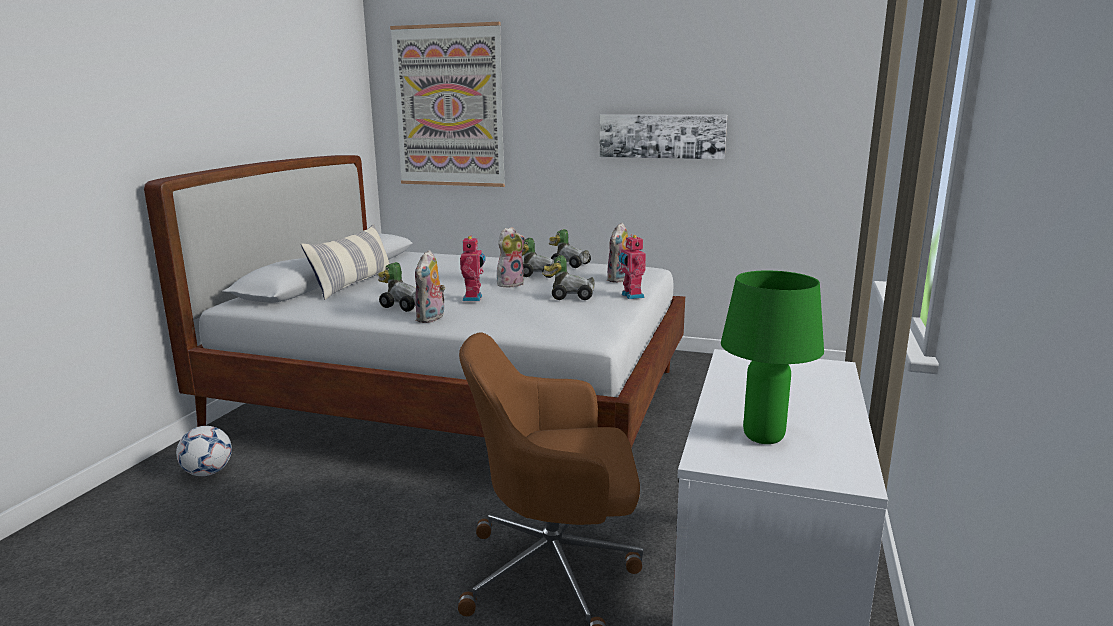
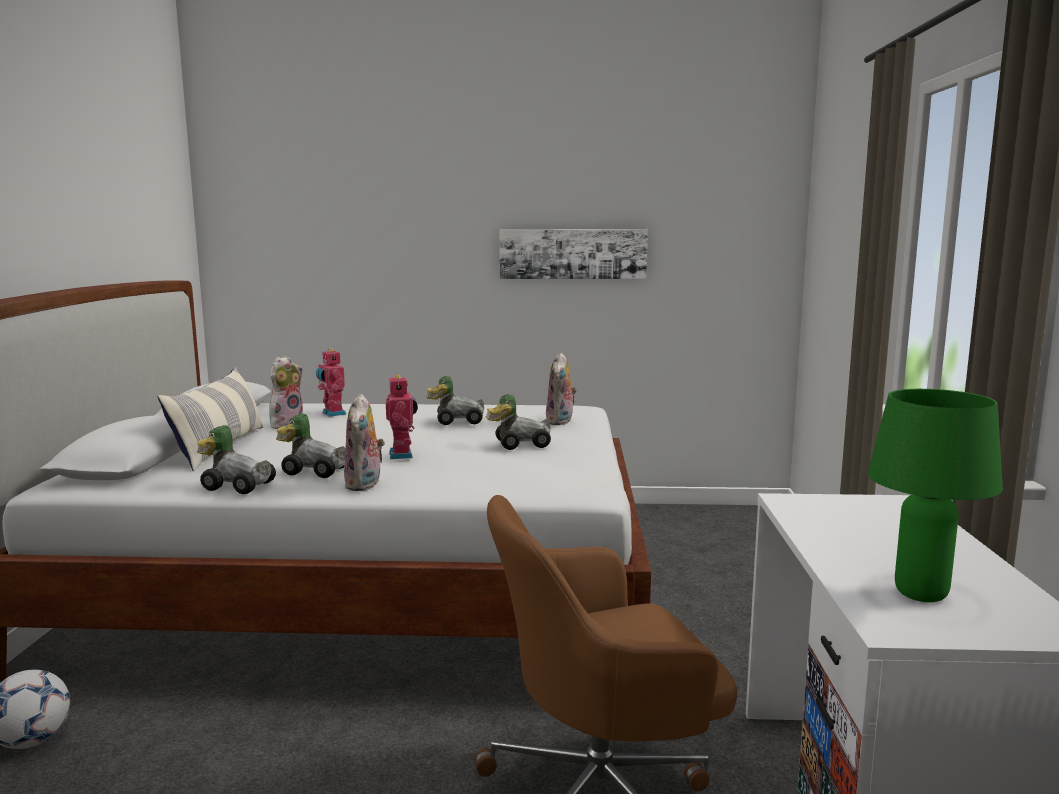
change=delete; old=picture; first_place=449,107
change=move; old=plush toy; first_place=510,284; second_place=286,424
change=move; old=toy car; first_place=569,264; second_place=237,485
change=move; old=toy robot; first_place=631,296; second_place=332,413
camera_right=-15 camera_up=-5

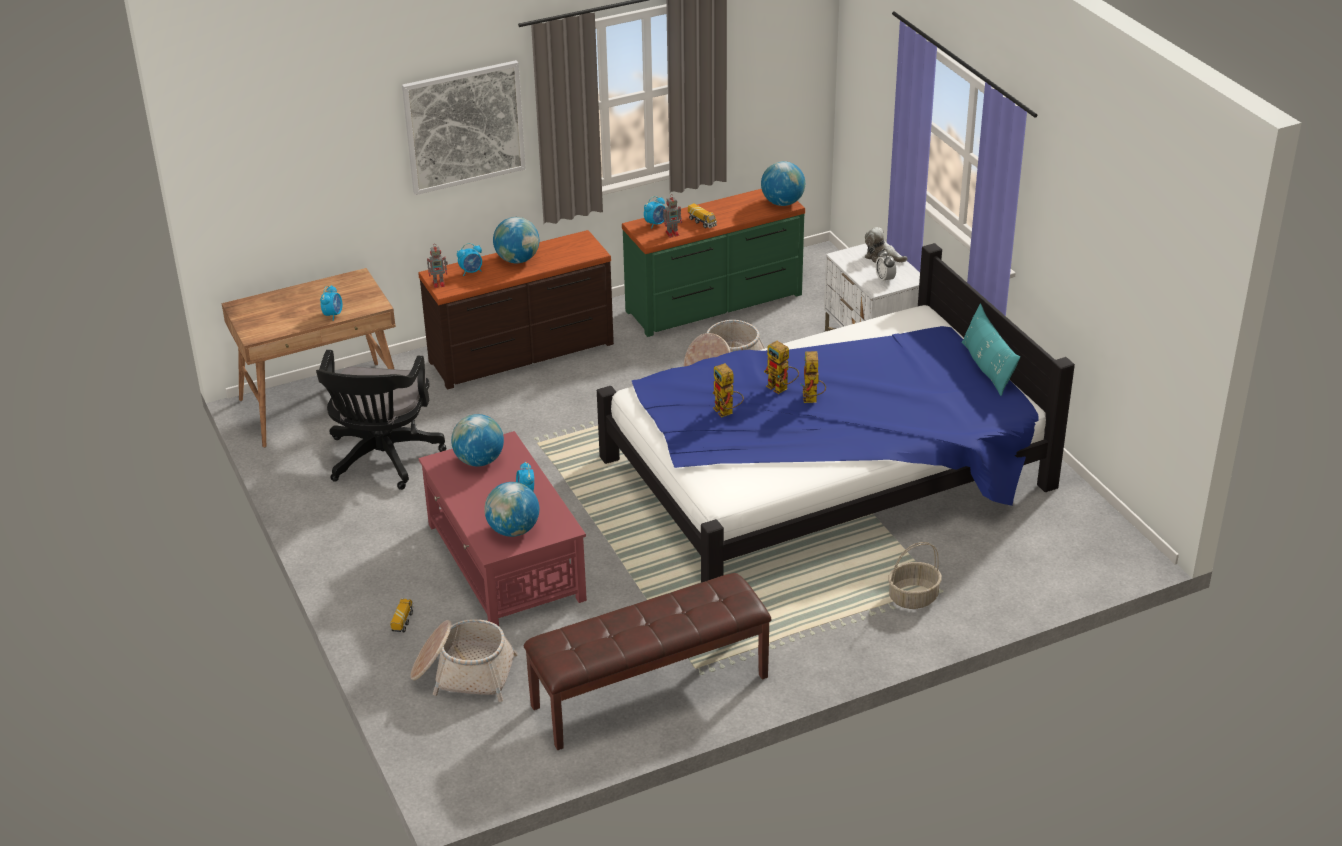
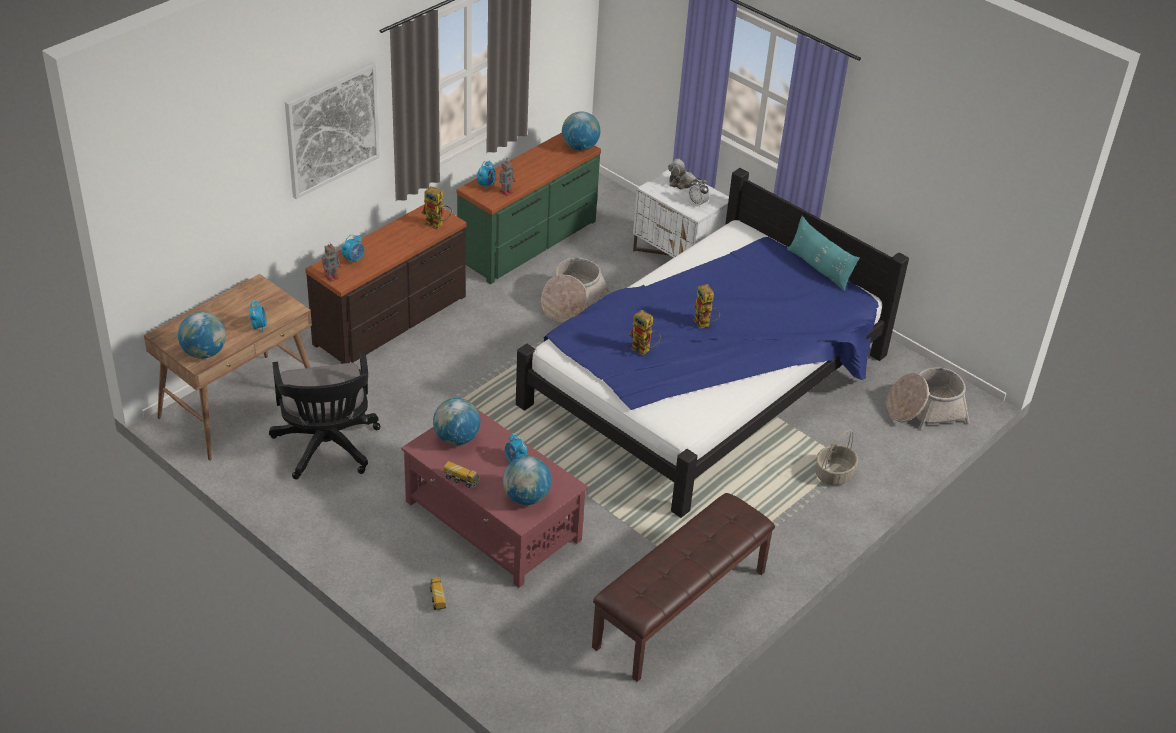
change=move; old=toy truck; first_place=702,222; second_place=461,480
change=move; old=globe; first_place=517,260; second_place=204,352
change=move; old=toy robot; first_place=781,389; second_place=438,225
change=move; old=basket; first_place=463,673; second_place=925,410
camera_right=-25 camera_up=5

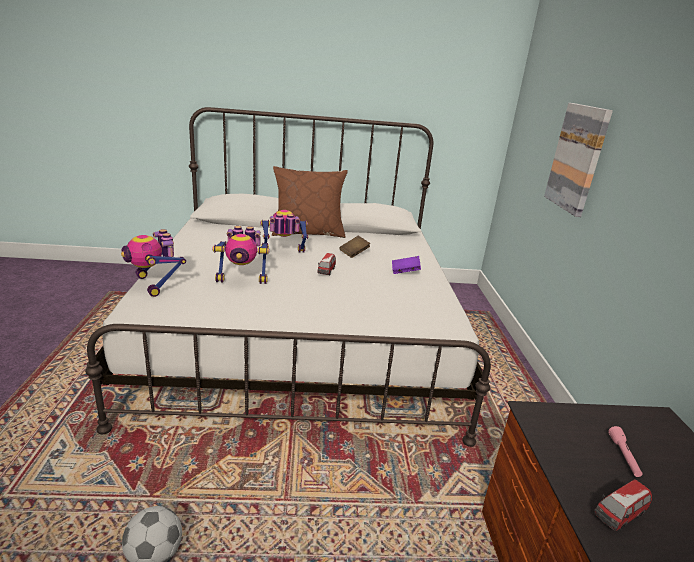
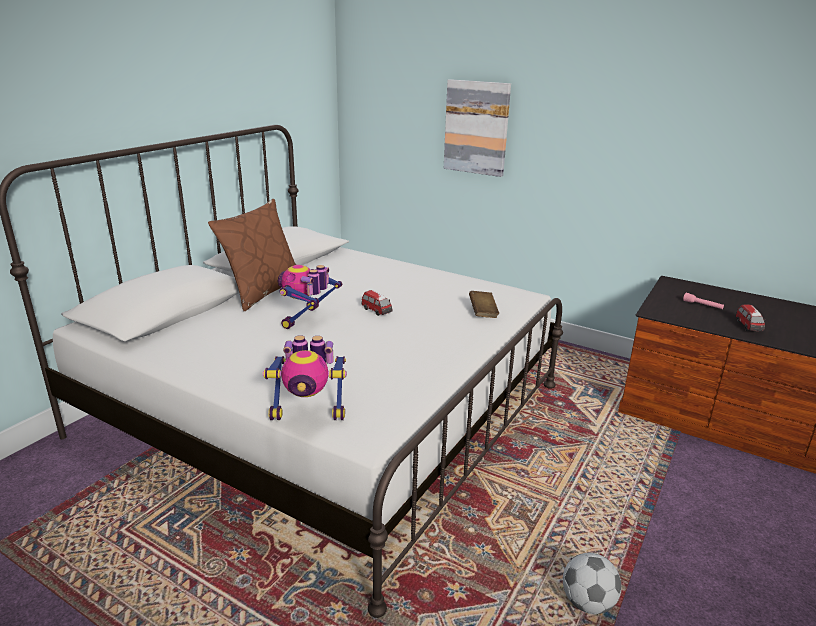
change=delete; old=toy robot; first_place=242,279
change=move; old=brown book; first_place=354,253; second_place=483,312
change=delete; old=purple book; first_place=405,271
camera_right=-55 camera_up=0

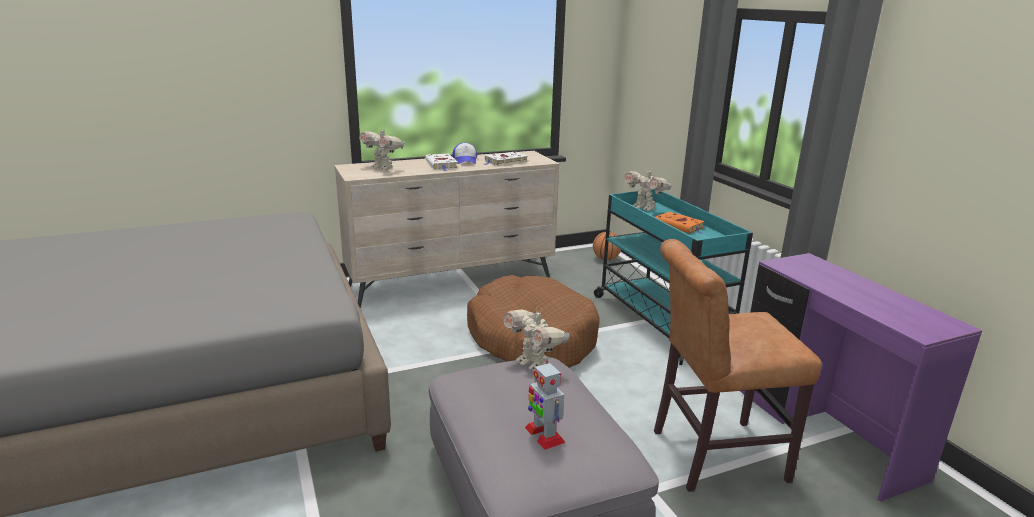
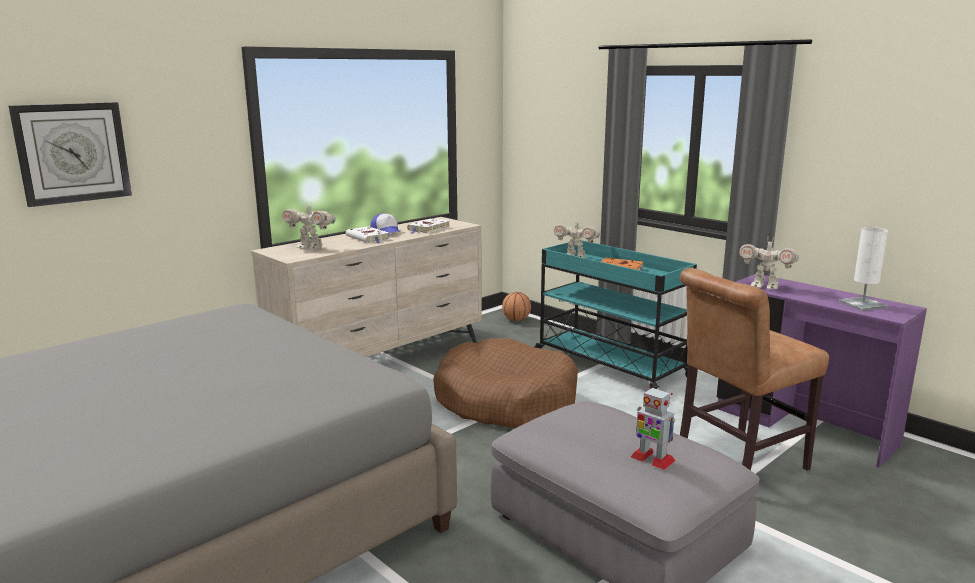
change=move; old=toy robot; first_place=534,364; second_place=764,286
change=insert; new=wall clock; second_place=72,153
change=insert; new=white table lamp; second_place=863,304
camera_right=-20 camera_up=-5

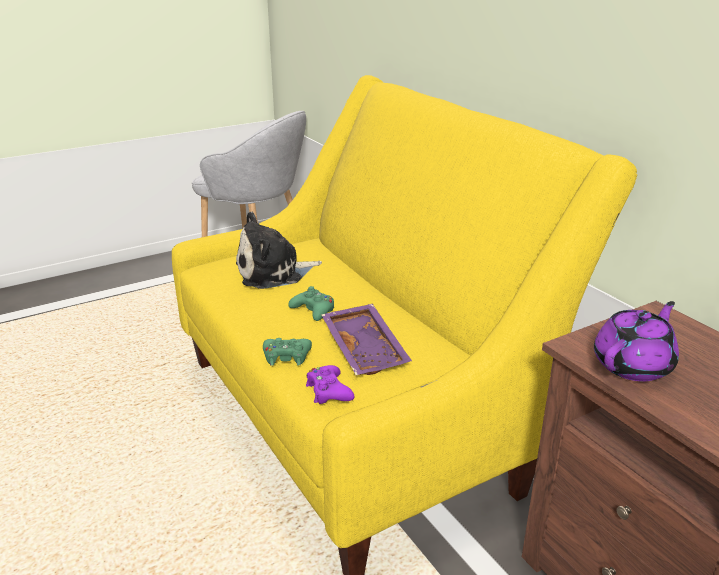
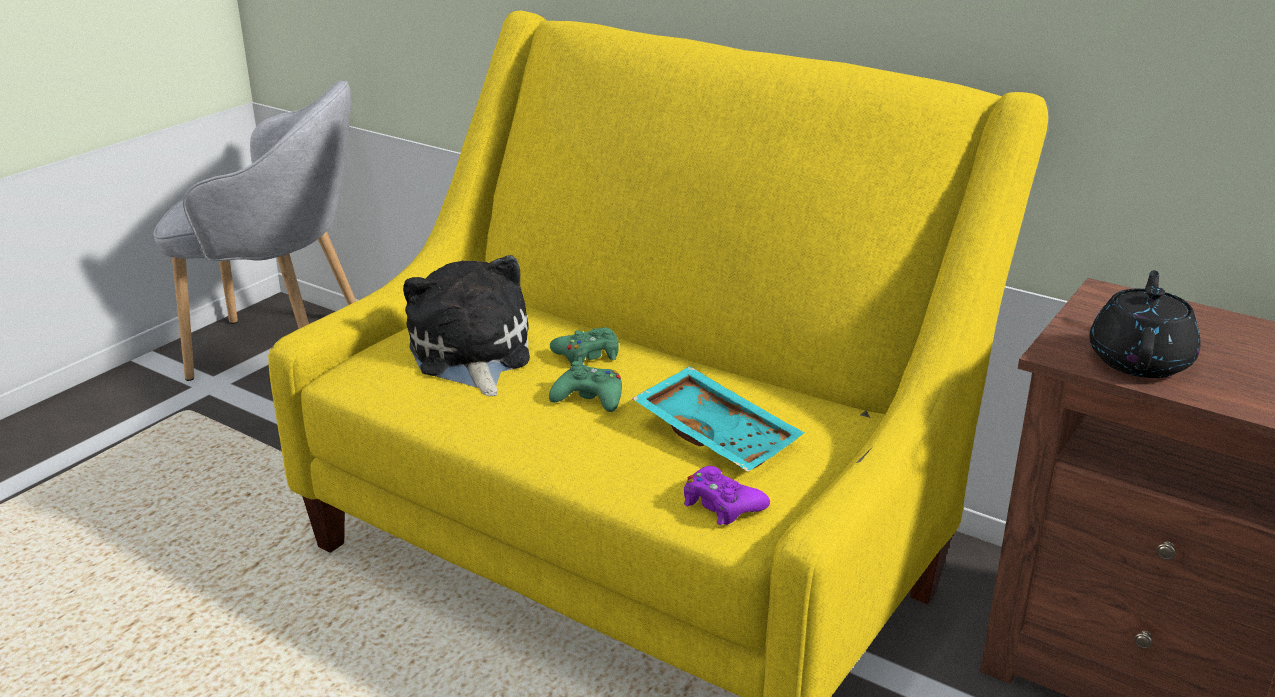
change=rotate; old=plush toy; first_place=274,272; second_place=471,356; degrees=120
change=recolor; old=purple teapot; new=black teapot; first_place=633,365; second_place=1140,360
change=recolor; old=purple tray; new=turquoise tray; first_place=366,349; second_place=718,434
change=move; old=green game controller; first_place=286,356; second_place=588,355
camera_right=-25 camera_up=0

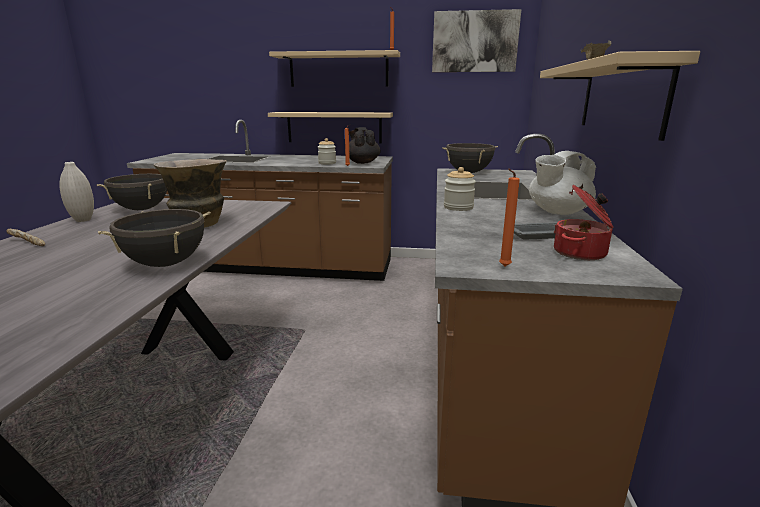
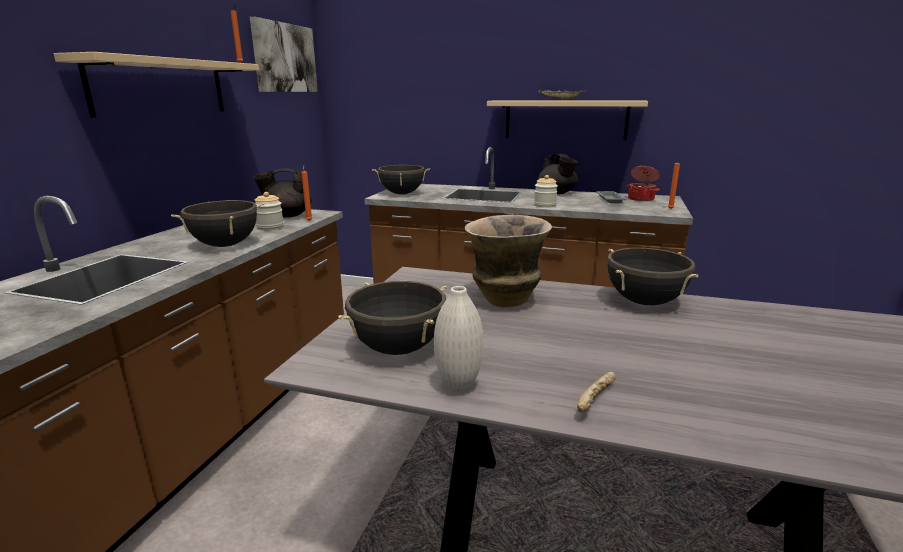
change=delete; old=beige shelf; first_place=334,127
change=recolor; old=white teapot; new=black teapot; first_place=557,212; second_place=557,193
change=insert; new=black cooking pot; second_place=225,245
camera_right=-80 camera_up=0

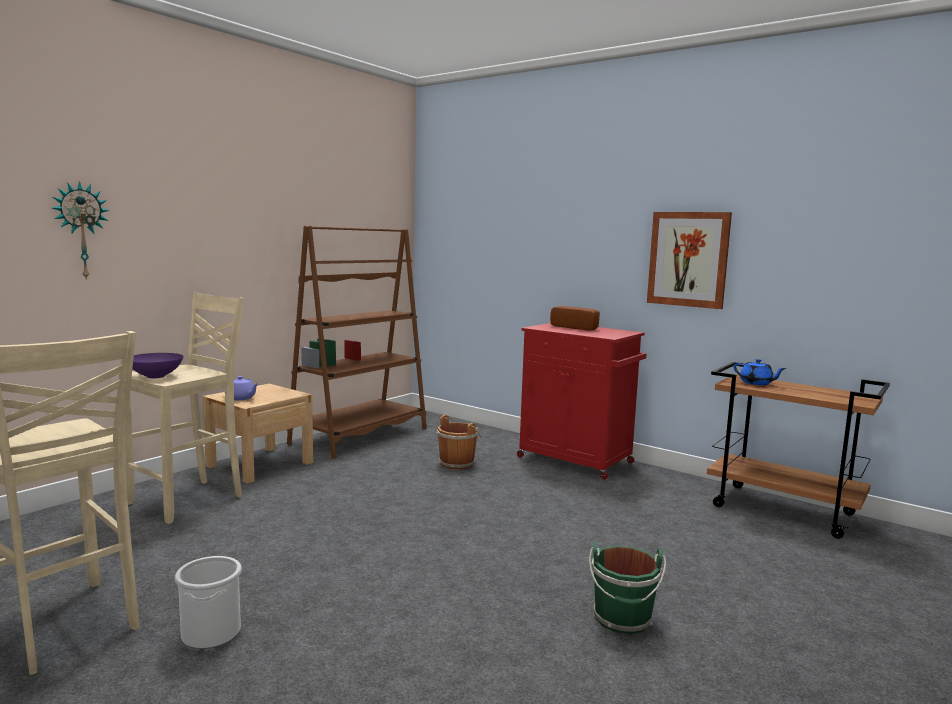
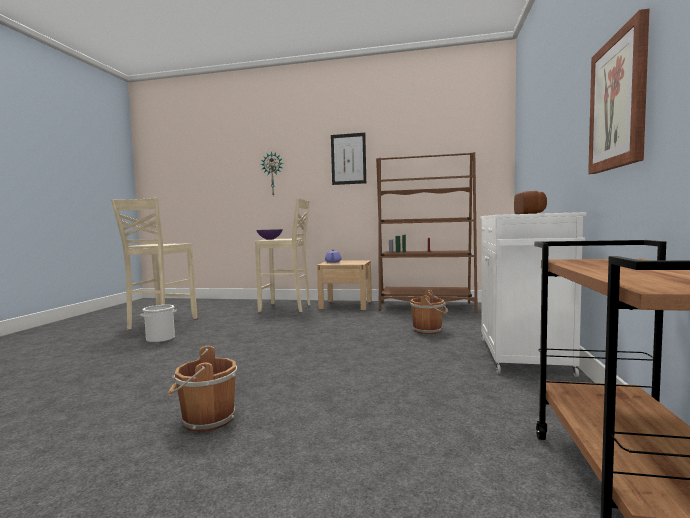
change=recolor; old=red cabinet; new=white cabinet; first_place=577,460; second_place=524,357
change=delete; old=blue teapot; first_place=756,383
change=recolor; old=green bucket; new=brown bucket; first_place=622,620; second_place=206,420
change=insert; new=picture; second_place=348,159
camera_right=65 camera_up=-5

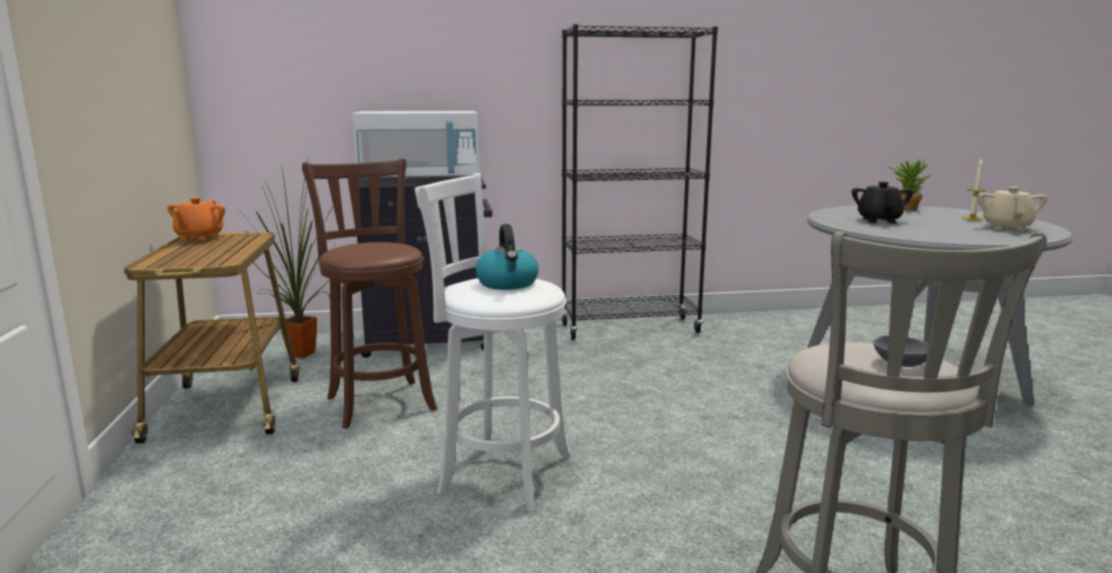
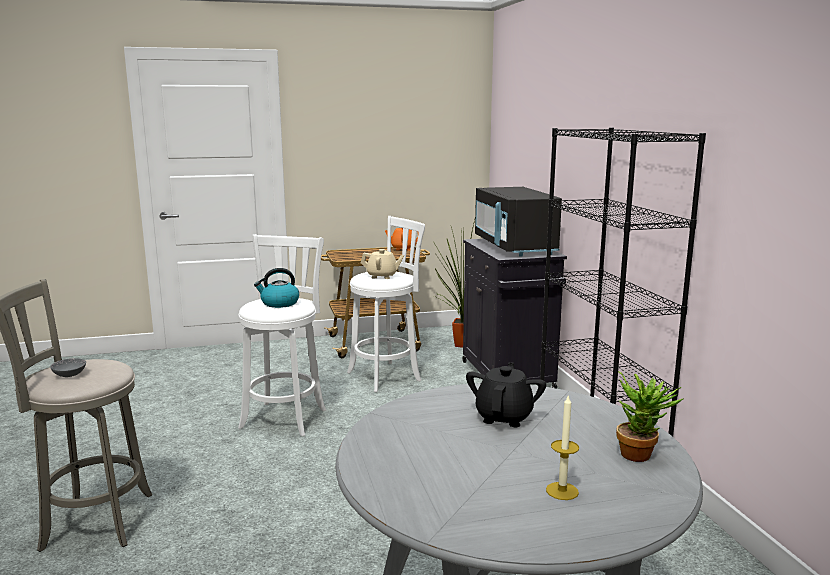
change=recolor; old=white microwave; new=black microwave; first_place=420,180; second_place=514,247
change=recolor; old=brown stool; new=white stool; first_place=380,401; second_place=387,375
change=rotate; old=black teapot; first_place=879,220; second_place=504,417; degrees=-75
change=move; old=beige teapot; first_place=1006,227; second_place=382,276
camera_right=85 camera_up=0

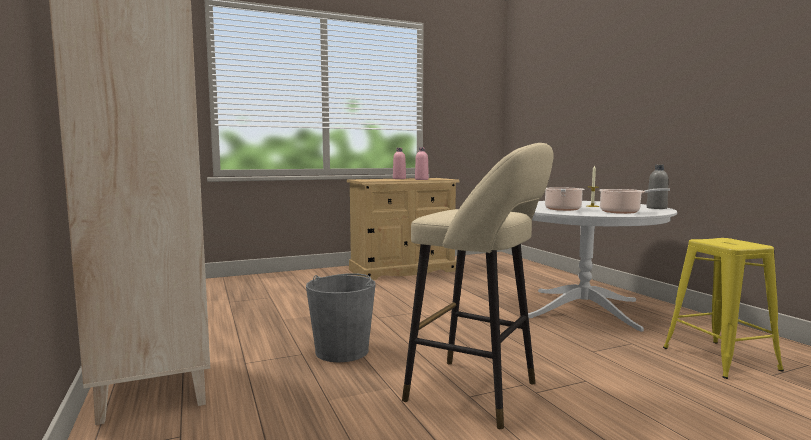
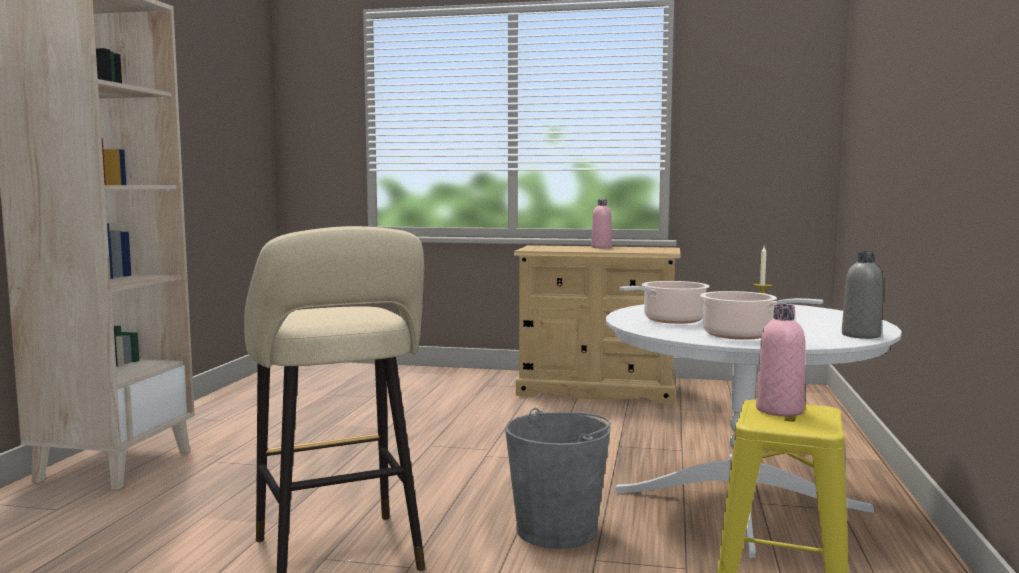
change=move; old=pink bottle; first_place=421,179; second_place=779,410
change=move; old=grey bucket; first_place=342,351; second_place=557,530
camera_right=35 camera_up=0

